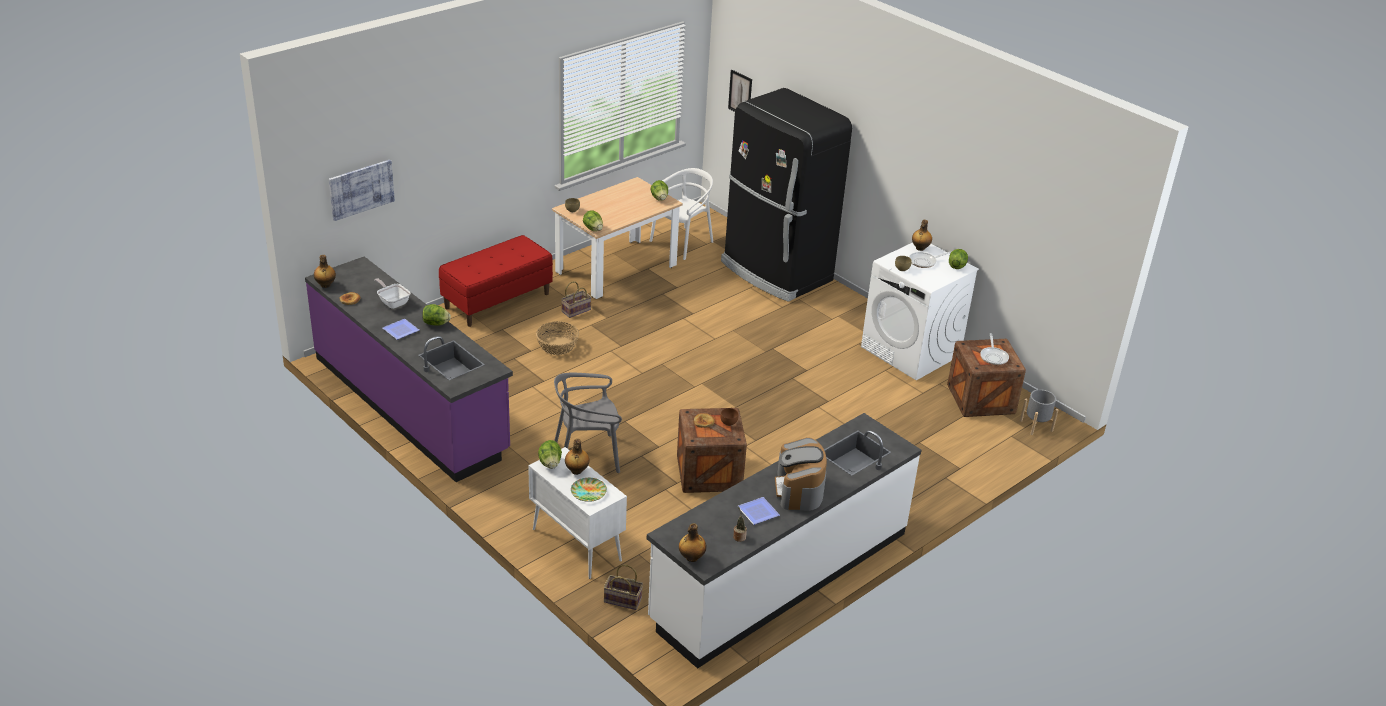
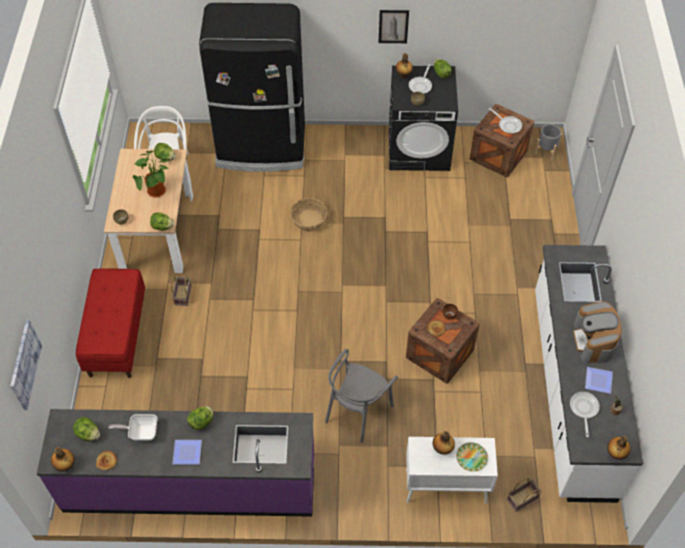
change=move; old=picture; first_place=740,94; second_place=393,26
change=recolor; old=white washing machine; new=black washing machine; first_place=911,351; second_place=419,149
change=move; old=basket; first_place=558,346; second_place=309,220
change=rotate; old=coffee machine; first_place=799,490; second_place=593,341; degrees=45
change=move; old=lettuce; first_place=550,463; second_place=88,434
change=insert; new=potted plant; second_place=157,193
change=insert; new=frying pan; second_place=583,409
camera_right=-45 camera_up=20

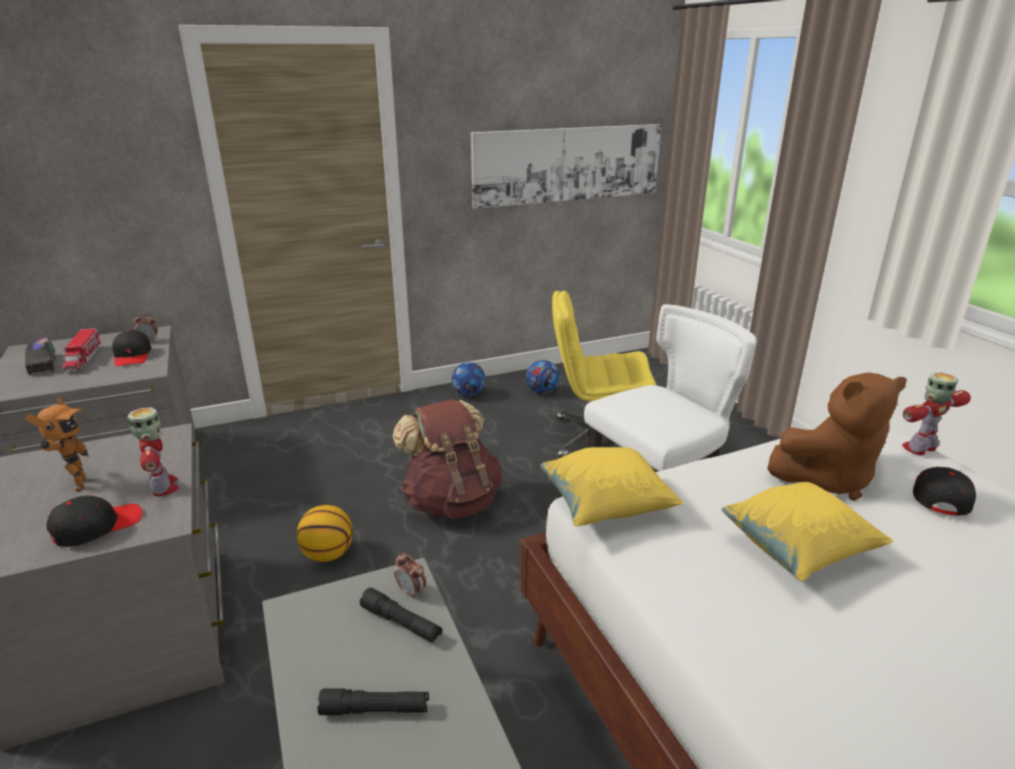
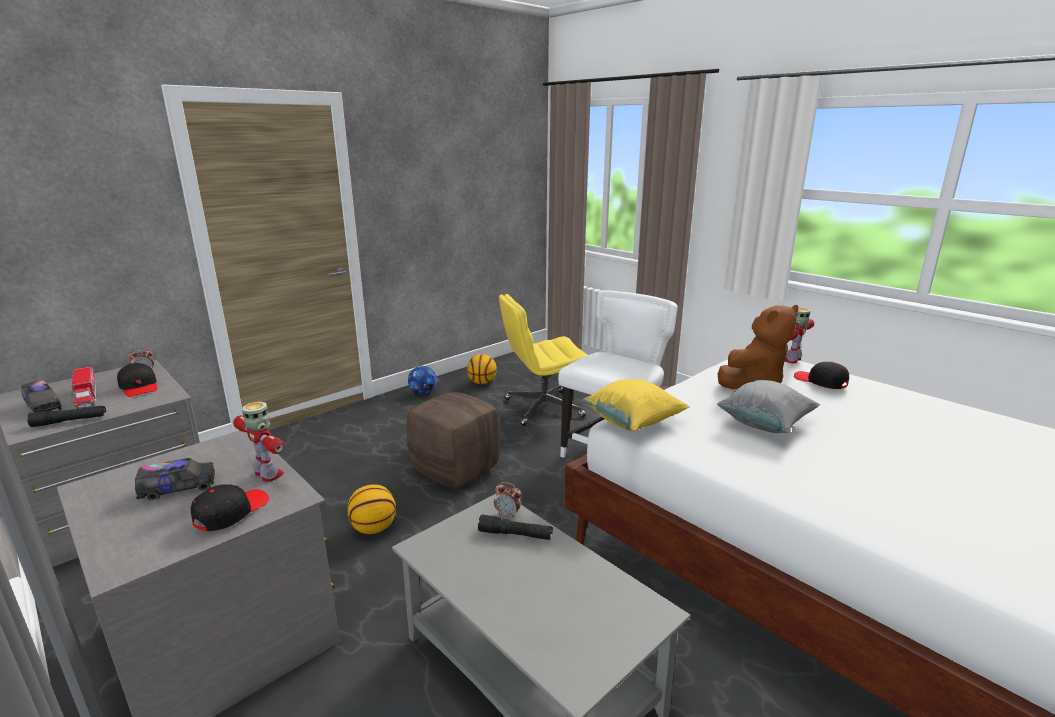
change=delete; old=picture; first_place=568,164
change=replace; old=football; new=basketball; first_place=542,392; second_place=482,382
change=replace; old=toy robot; new=toy truck; first_place=76,485; second_place=178,488
change=replace; old=brown backpack; new=brown ottoman; first_place=452,501; second_place=455,470
change=rotate; old=black cap; first_place=939,496; second_place=820,382; degrees=-45
change=recolor; old=yellow pillow; new=grey pillow; first_place=797,551; second_place=765,424
change=move; old=black flashlight; first_place=375,710; second_place=69,421
camera_right=-20 camera_up=-5

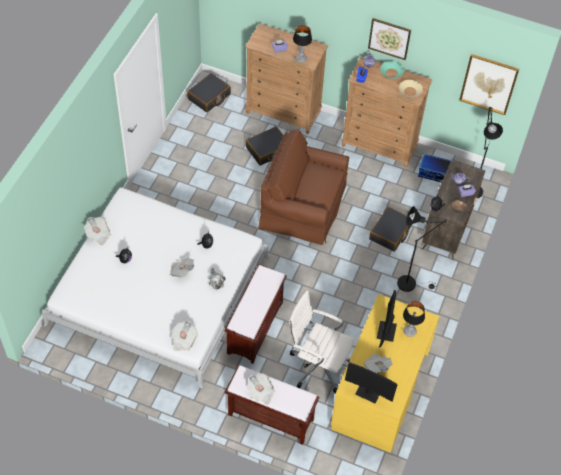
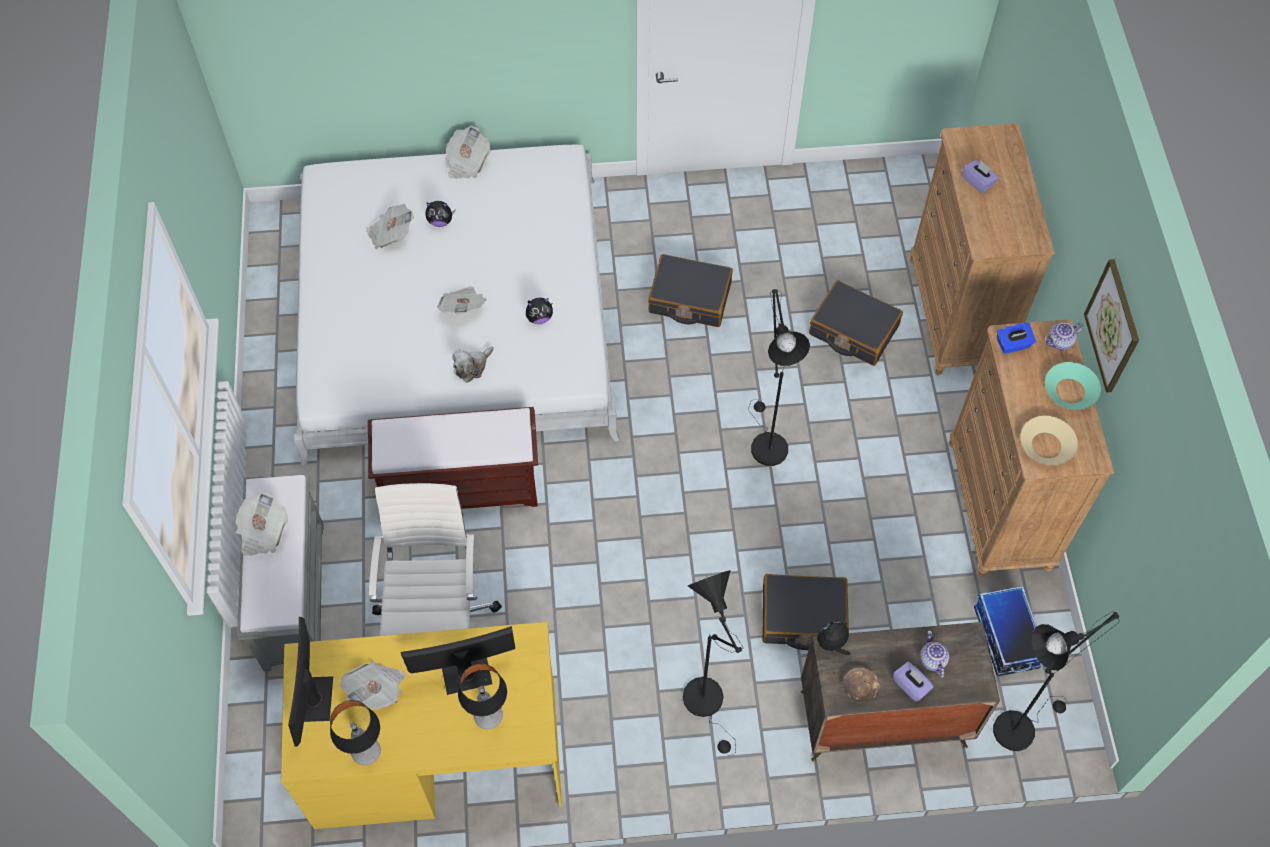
change=move; old=table lamp; first_place=301,59; second_place=365,752
change=delete; old=picture; first_place=488,84
change=move; old=black suitcase; first_place=209,97; second_place=689,298
change=replace; old=brown armchair; new=black floor lamp; first_place=303,206; second_place=766,443
change=move; old=newspaper; first_place=183,340; second_place=391,234
change=recolor; old=brown bench; new=grey bench; first_place=270,417; second_place=293,594
camera_right=65 camera_up=5

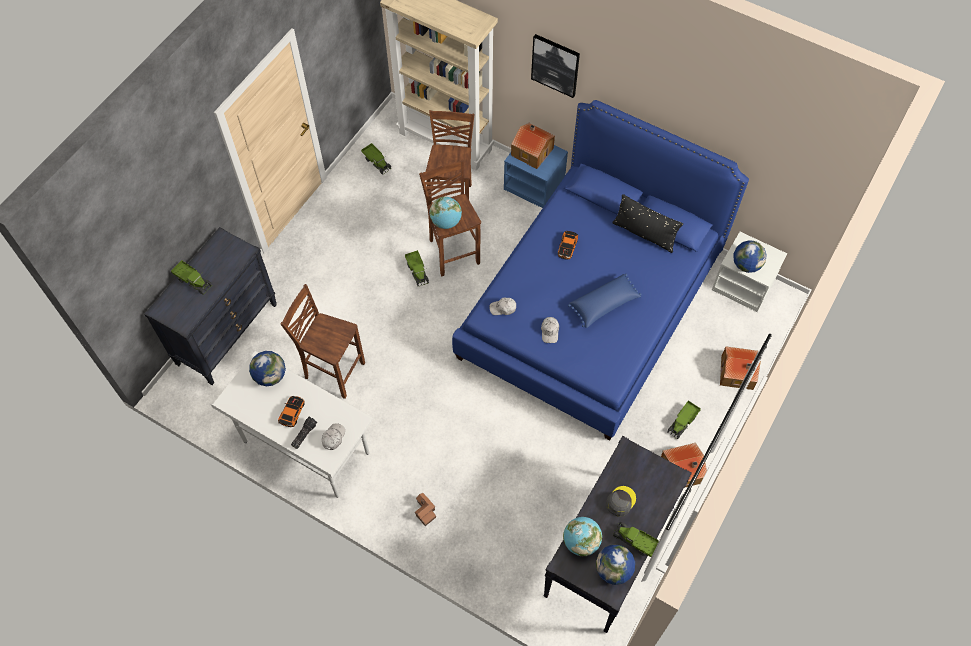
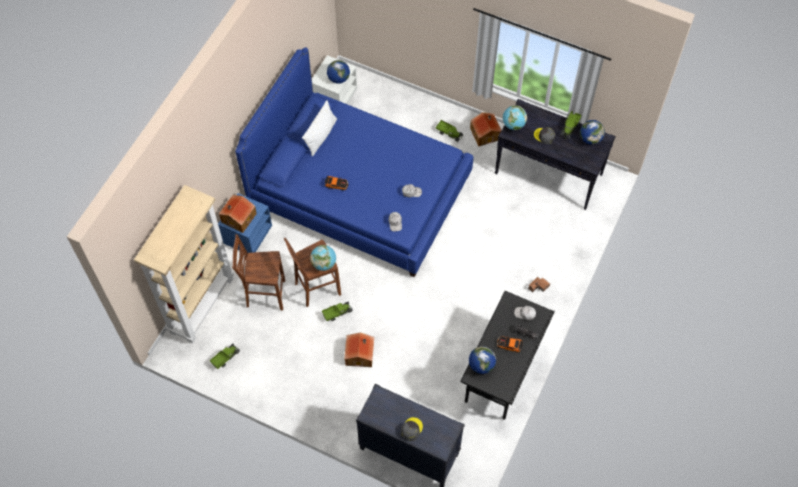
change=delete; old=picture; first_place=555,65
change=recolor; old=black pillow; new=white pillow; first_place=644,234; second_place=321,136
change=replace; old=toy truck; new=grey cap; first_place=193,281; second_place=411,429
change=delete; old=blue pillow; first_place=604,305
change=delete; old=brown stool; first_place=333,370
change=move; old=toy house; first_place=737,373; second_place=360,354
change=recolor; old=white desk; new=black desk; first_place=306,448; second_place=502,373
change=move; old=globe; first_place=581,542; second_place=513,125
camera_right=-95 camera_up=0

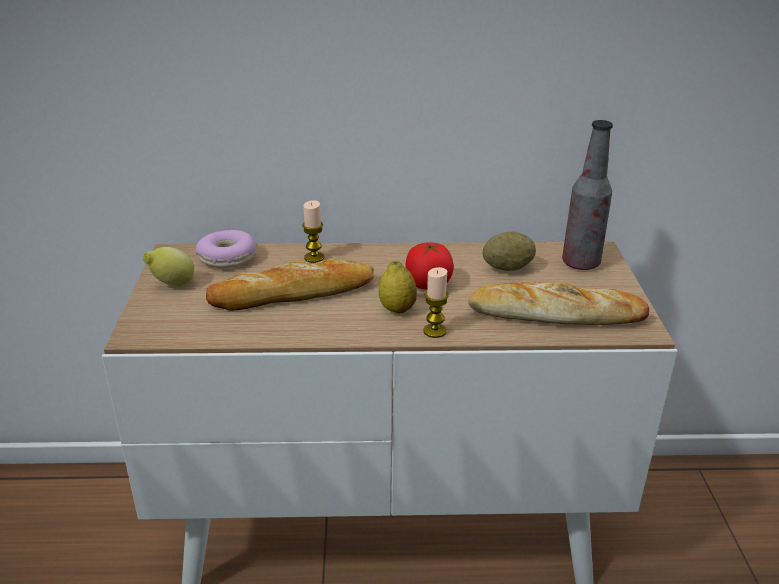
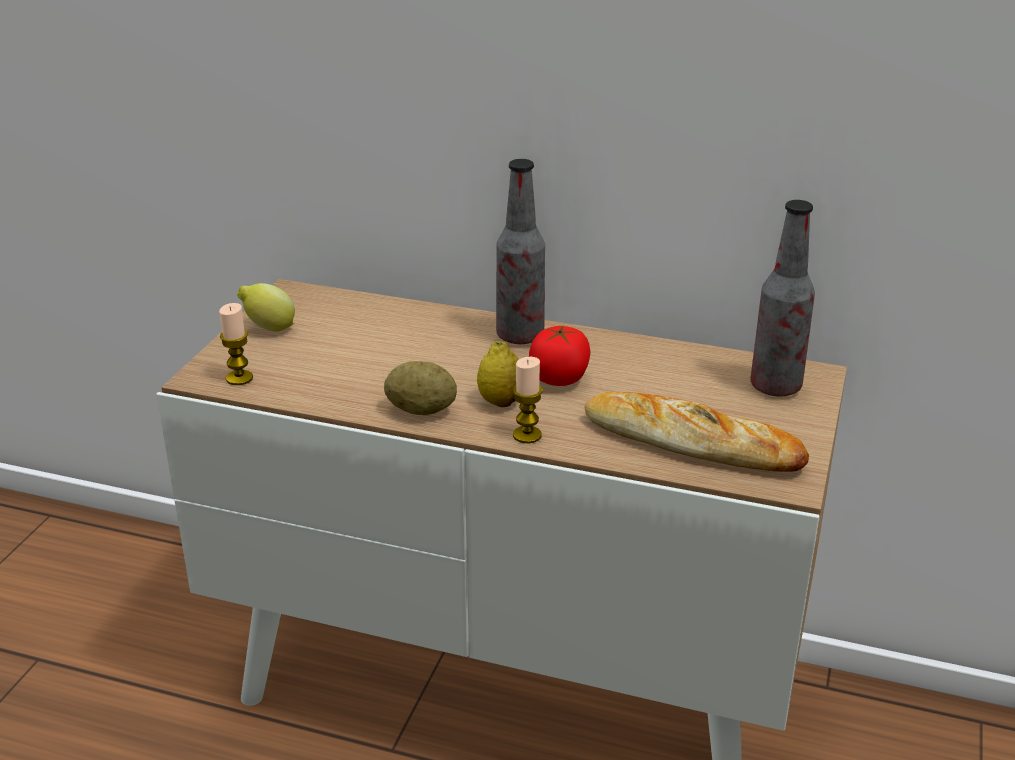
change=move; old=candle; first_place=314,258; second_place=239,378
change=delete; old=donut; first_place=227,258
change=move; old=potato; first_place=507,268; second_place=421,410
change=delete; old=bread; first_place=294,293
change=insert; new=bottle; second_place=520,336
camera_right=20 camera_up=0

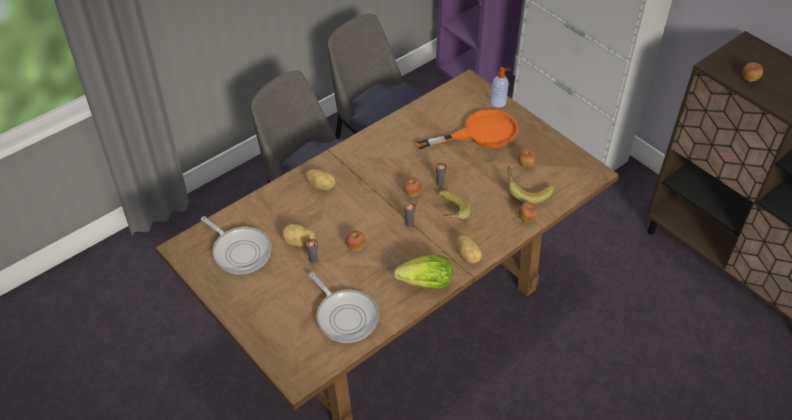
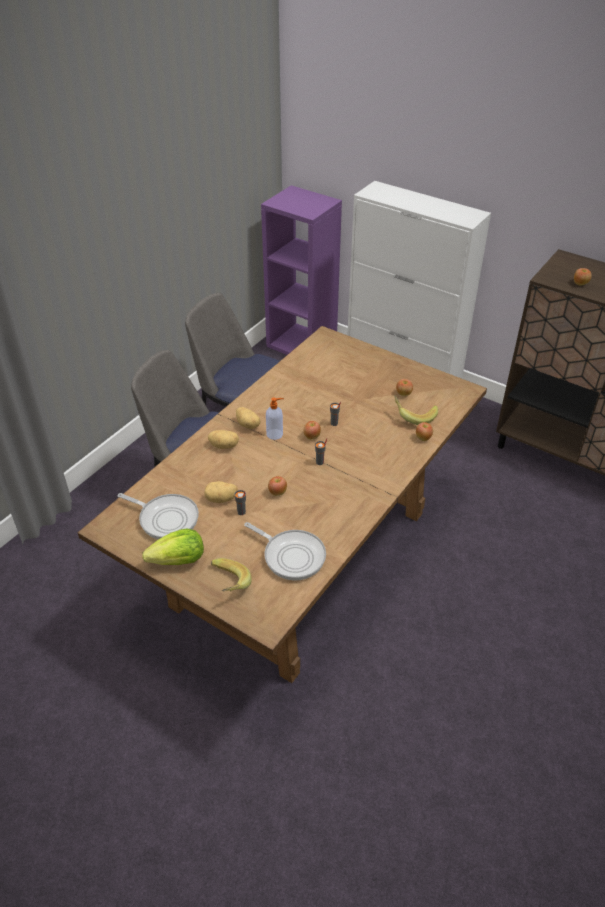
change=move; old=soap dispenser; first_place=498,102; second_place=275,434
change=delete; old=orange frying pan; first_place=480,133
change=move; old=banana; first_place=448,214; second_place=227,585
change=move; old=potato; first_place=468,256; second_place=248,425
change=move; old=lettuce; first_place=426,283; second_place=179,561
camera_right=-15 camera_up=-5

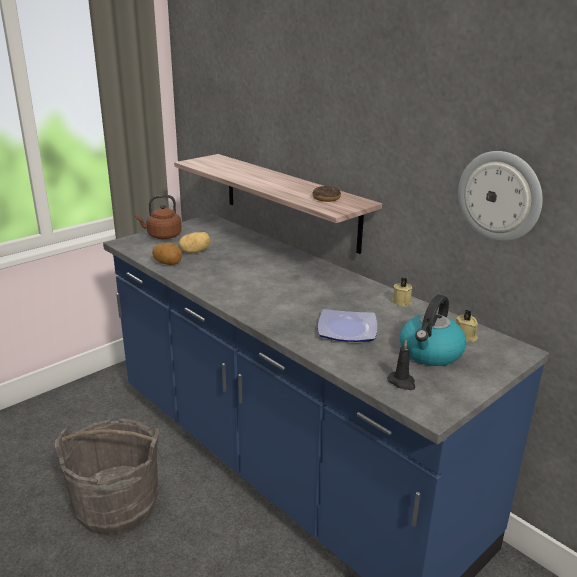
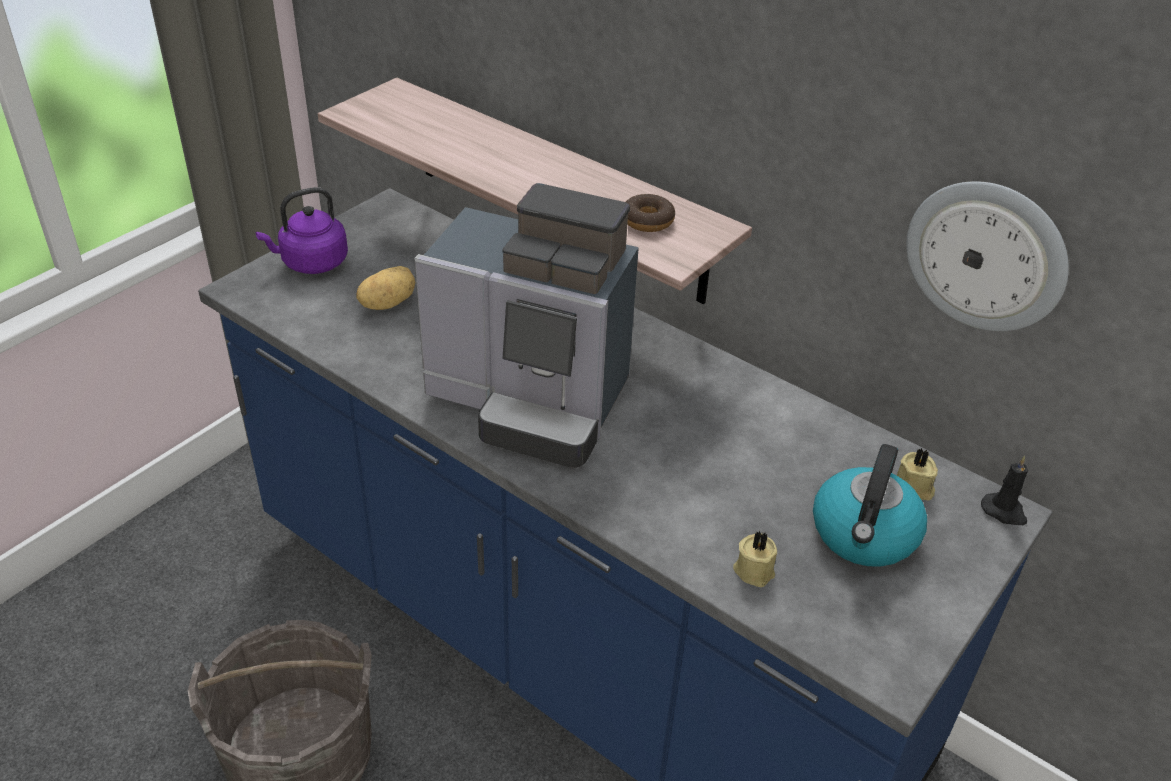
change=recolor; old=brown kettle; new=purple kettle; first_place=162,236; second_place=311,263
change=delete; old=potato; first_place=168,263
change=move; old=beige candle; first_place=402,301; second_place=754,569
change=delete; old=plate; first_place=348,330
change=move; old=black candle; first_place=402,382; second_place=1004,511
change=insert; new=coffee machine; second_place=532,401
camera_right=-10 camera_up=15

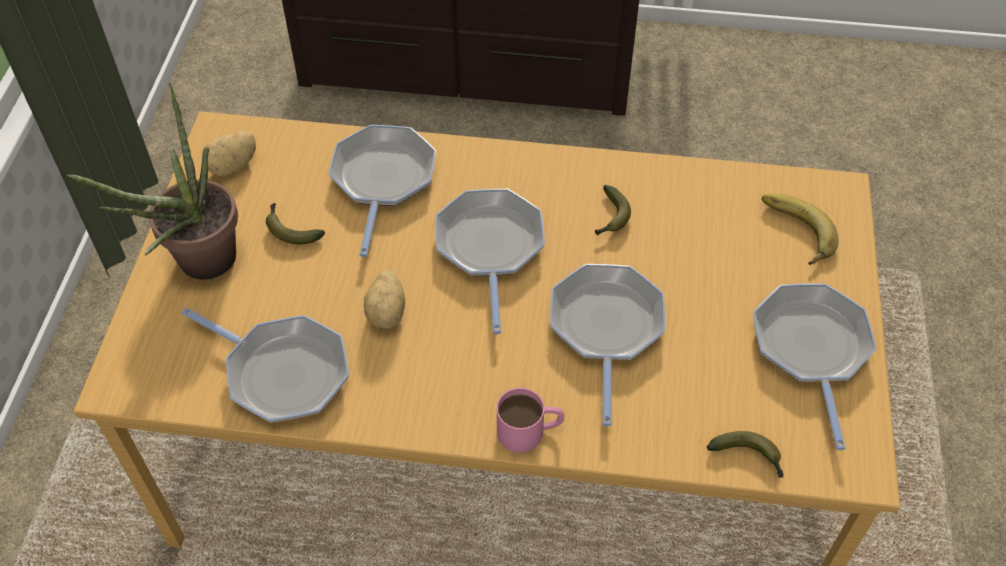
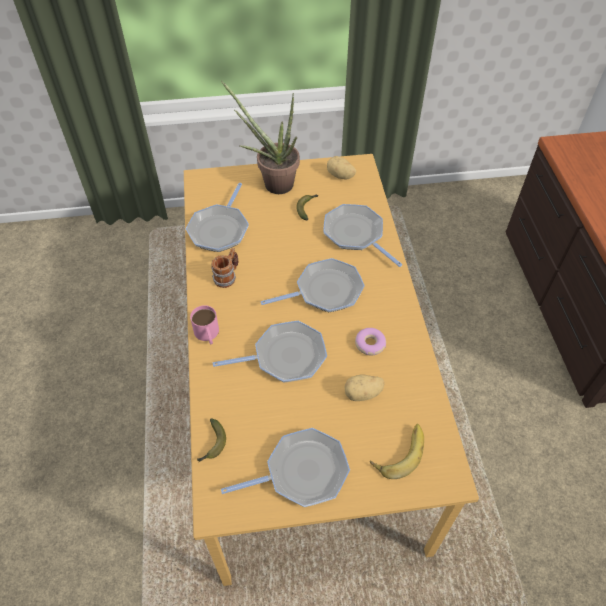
change=rotate; old=frying pan; first_place=383,179; second_place=355,234; degrees=-120
change=replace; old=banana; new=donut; first_place=610,217; second_place=370,344
change=move; old=potato; first_place=388,312; second_place=363,394
change=insert; new=mug; second_place=227,276
camera_right=75 camera_up=0

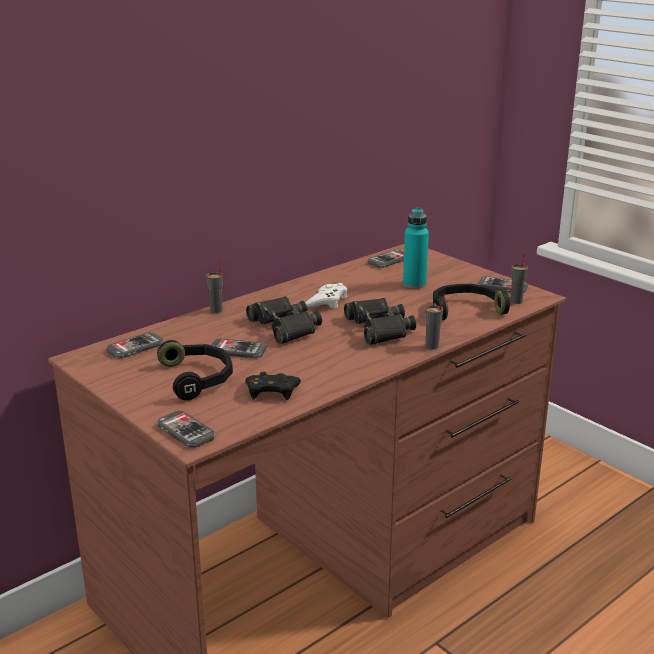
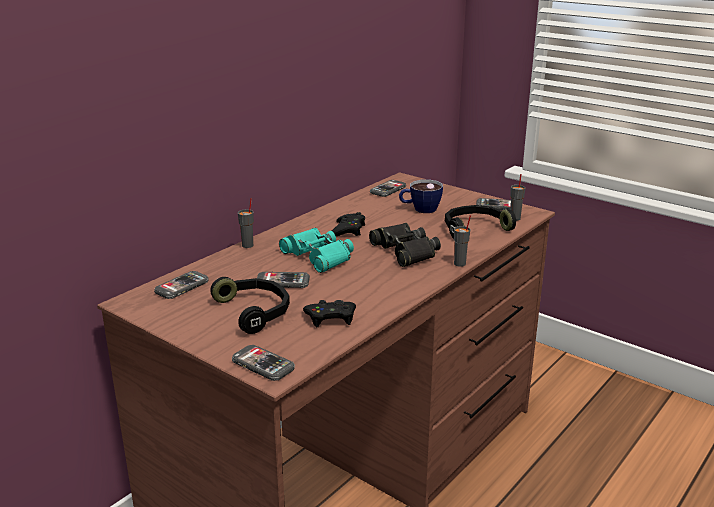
change=replace; old=turquoise bottle; new=cup; first_place=414,284; second_place=420,209
change=recolor; old=white game controller; new=black game controller; first_place=326,301; second_place=347,230
change=recolor; old=black binoculars; new=turquoise binoculars; first_place=284,327; second_place=318,256
camera_right=-10 camera_up=0

